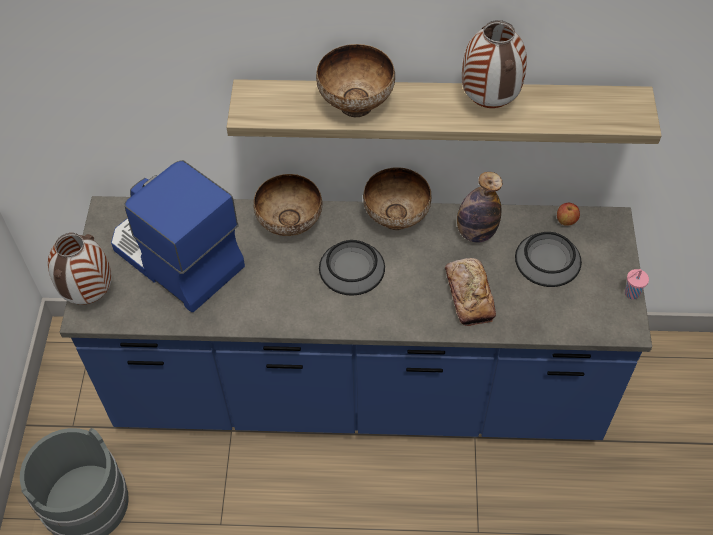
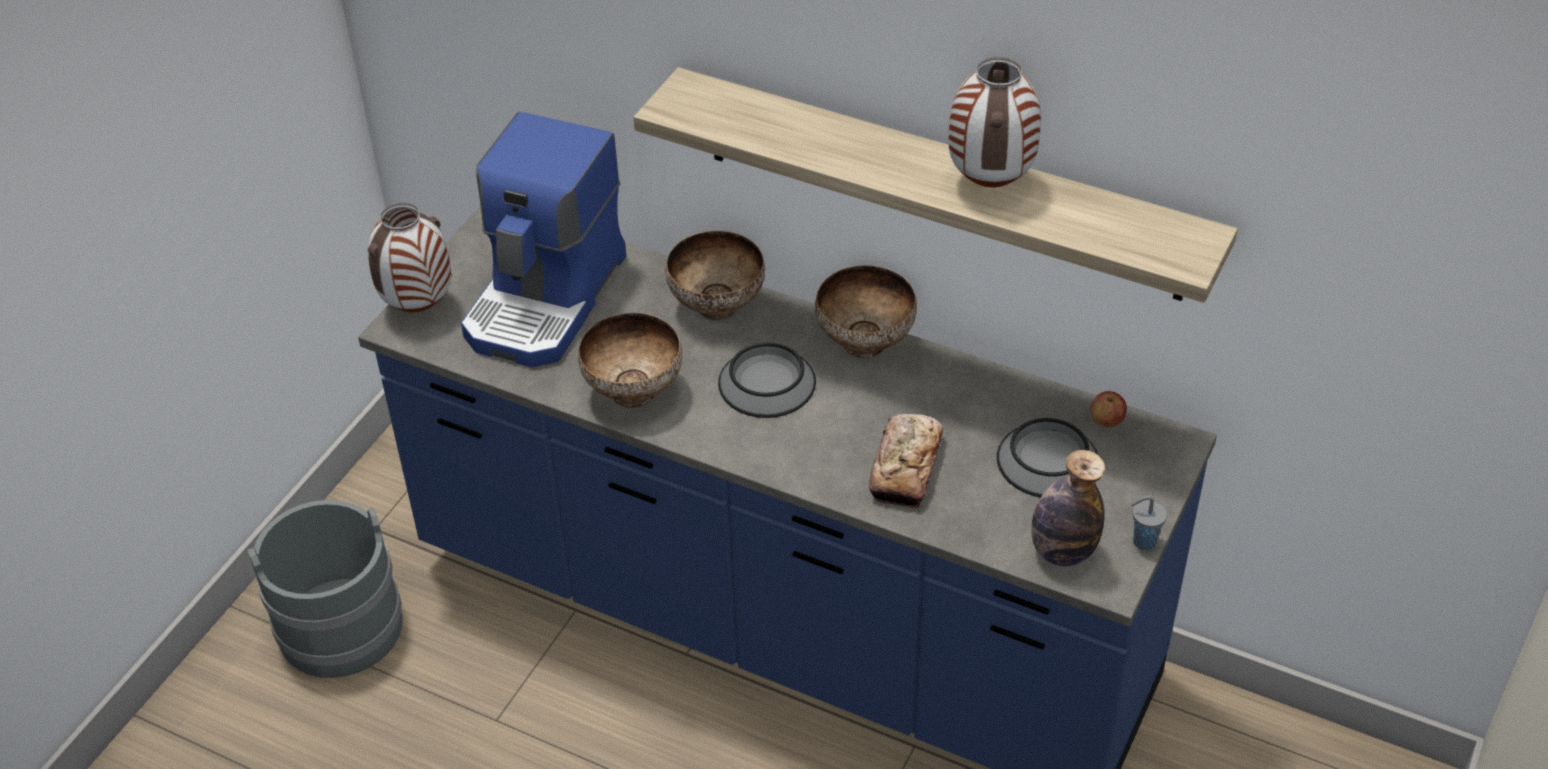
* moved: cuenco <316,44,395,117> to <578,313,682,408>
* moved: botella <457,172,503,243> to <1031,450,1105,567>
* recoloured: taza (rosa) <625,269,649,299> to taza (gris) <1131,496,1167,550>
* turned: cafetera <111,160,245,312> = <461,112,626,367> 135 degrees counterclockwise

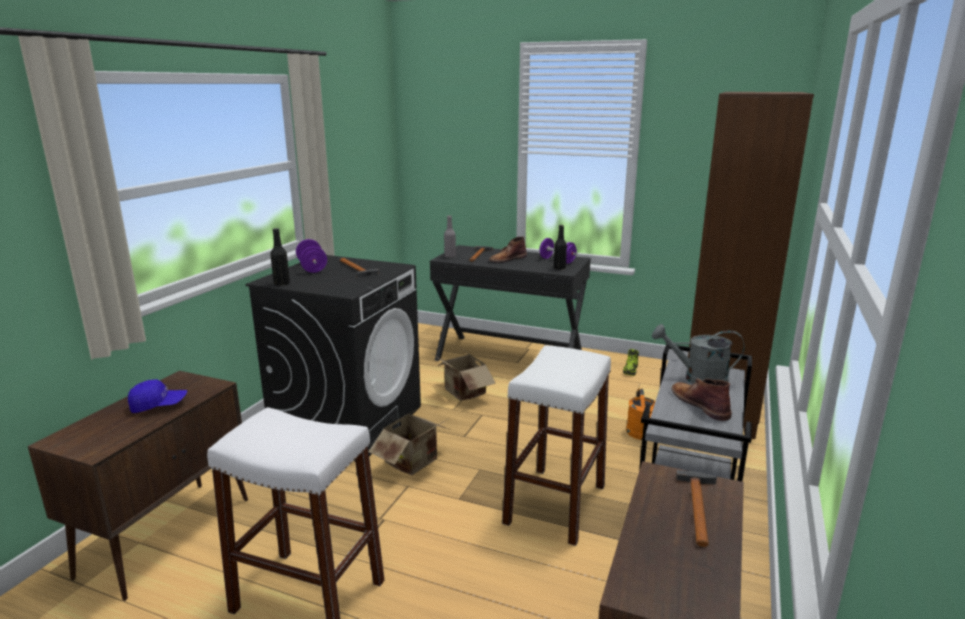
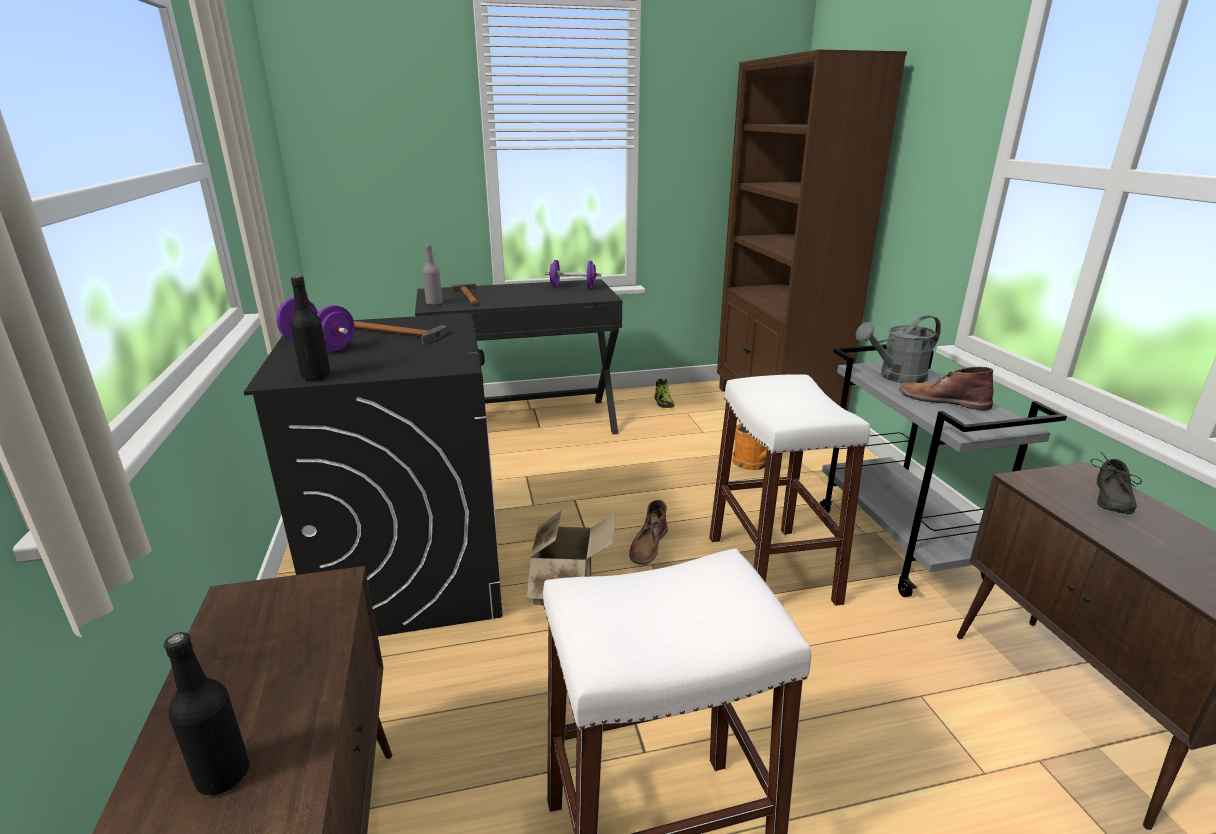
* removed: gorra (azul) <128,379,187,413>
* removed: caja de cartón <434,347,496,401>
* moved: bota (marrón) <489,237,527,263> to <629,500,668,565>
* moved: botella (negro) <554,225,567,270> to <164,632,250,795>
* replaced: martillo <676,470,717,547> to zapato (gris) <1090,452,1142,514>

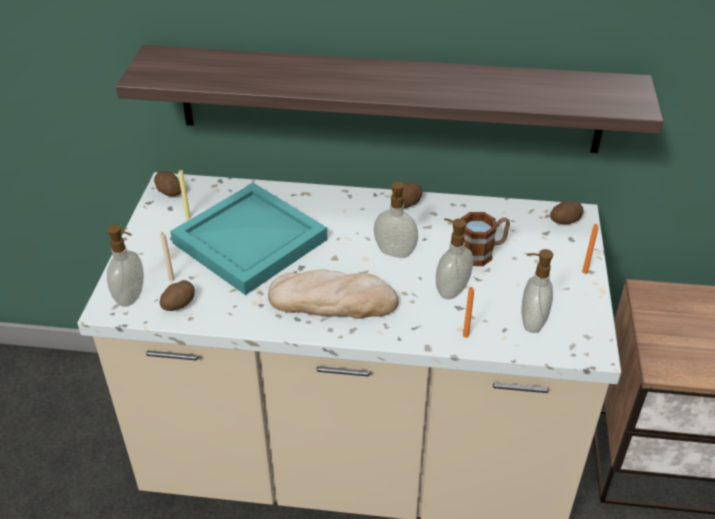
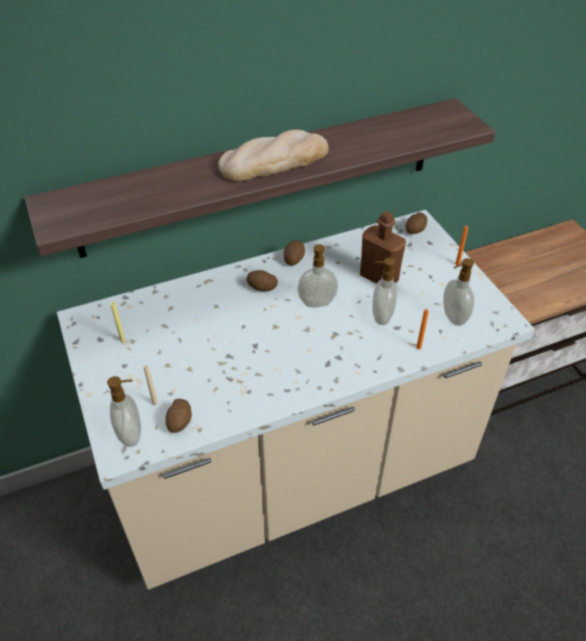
* removed: bandeja (turquesa) <170,183,327,295>
* moved: patata <154,171,181,196> to <246,270,278,291>
* moved: pan <268,269,399,319> to <218,129,329,181>
* replaced: taza grande <461,212,510,266> to botella (marrón) <360,211,406,284>

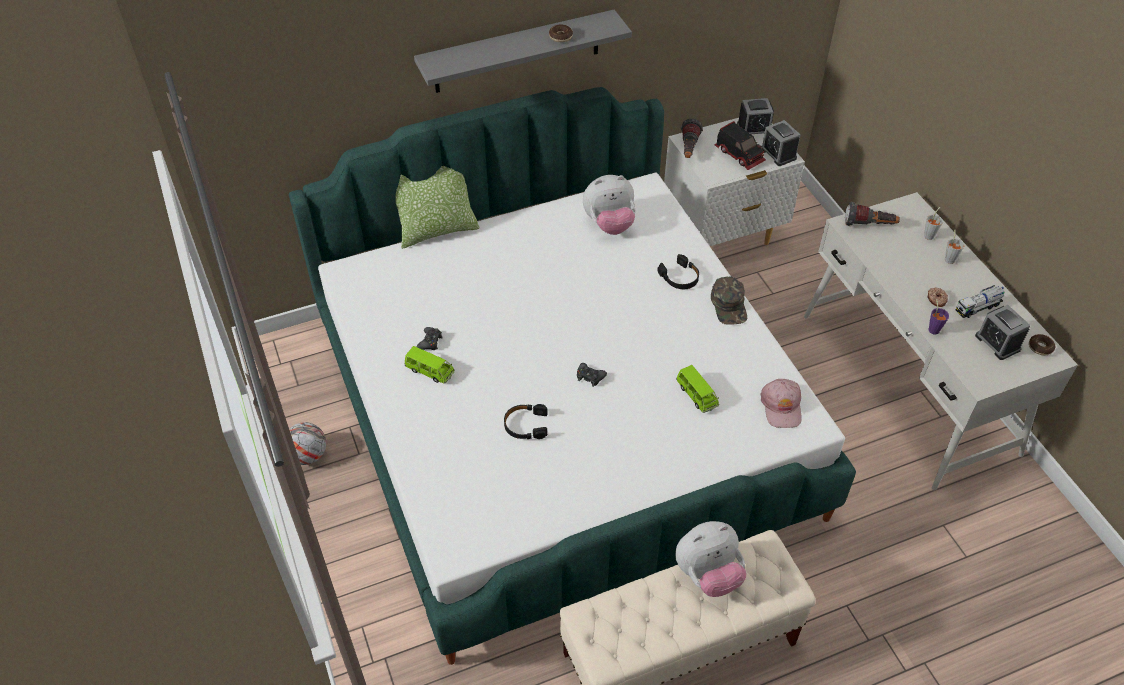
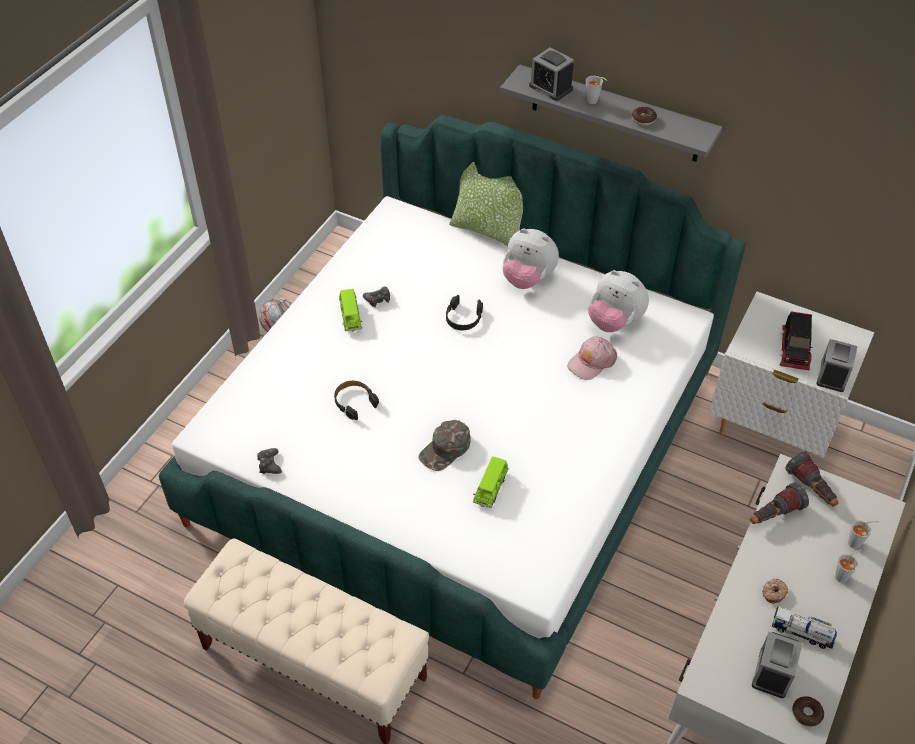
* removed: taza (morado) <928,299,949,335>
* added: taza (gris) <586,76,608,104>
* moved: mando de consola (negro) <577,363,607,387> to <257,448,282,474>
* moved: auriculares (negro) <658,254,699,289> to <446,295,483,330>
* moved: peluche <675,521,746,597> to <502,228,559,289>
* moved: linterna <681,119,703,158> to <750,482,809,524>
* moved: gorra (verde) <711,277,747,325> to <419,420,471,471>
* moved: despertador <737,98,774,134> to <529,47,574,101>
* moved: gorra (rosa) <760,379,802,428> to <567,336,617,380>

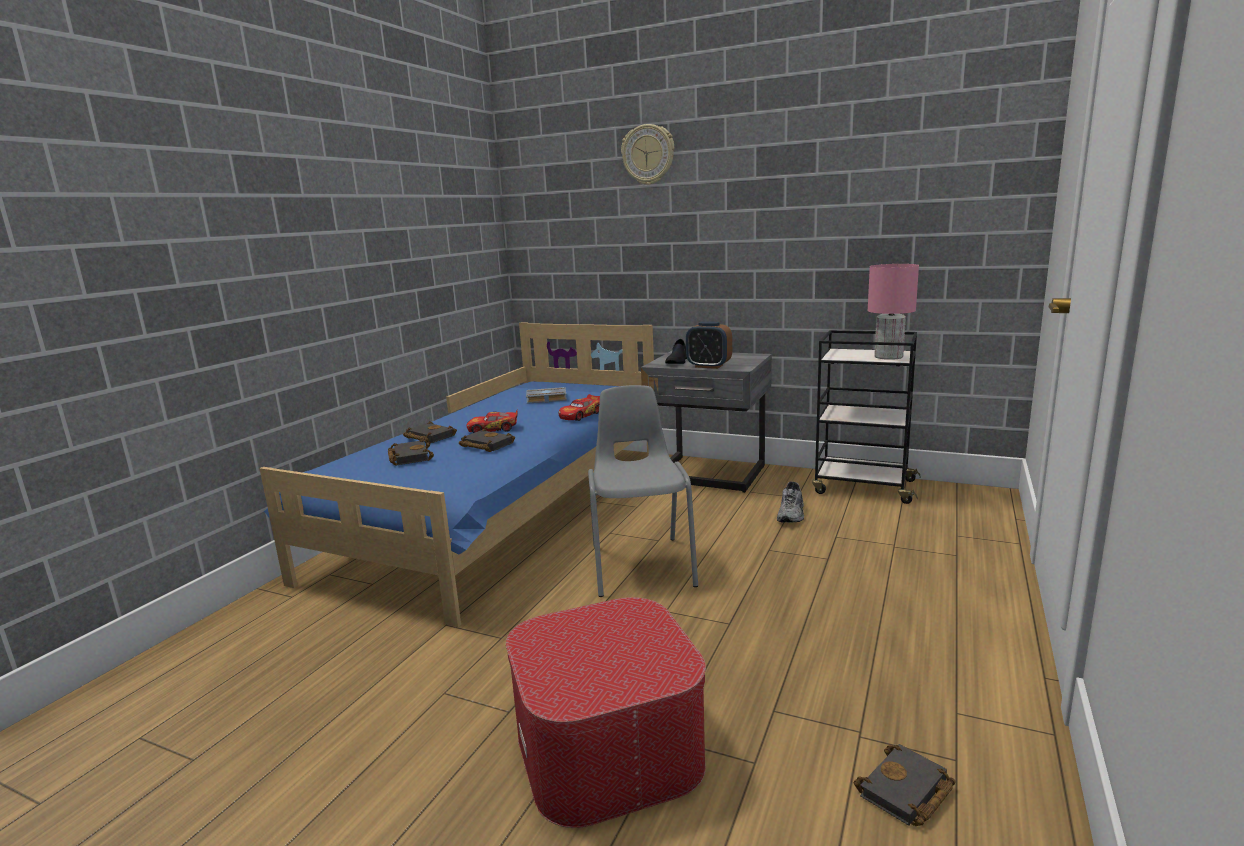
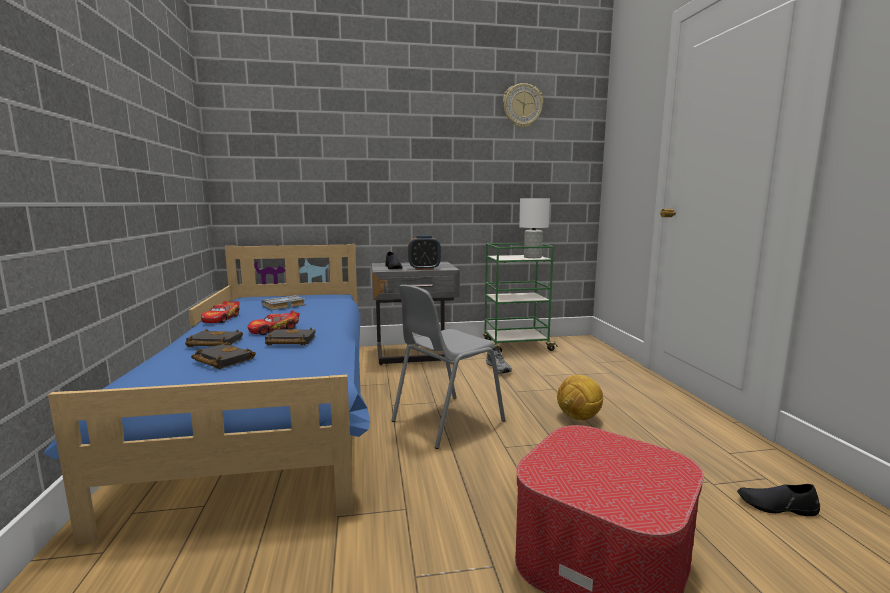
* added: balón de fútbol <557,375,603,420>
* moved: coche de juguete <559,394,600,421> to <201,301,240,323>
* moved: reloj de pared <621,124,674,185> to <503,83,543,128>
* replaced: libro (negro) <854,744,956,826> to zapato (negro) <737,484,820,516>
* recoloured: carrito (negro) <812,330,921,504> to carrito (verde) <483,243,558,352>
* recoloured: lámpara de mesa (rosa) <868,264,919,360> to lámpara de mesa (blanco) <519,198,550,258>
* turned: silla (gris) <588,385,698,597> = <391,285,505,449> 90 degrees counterclockwise

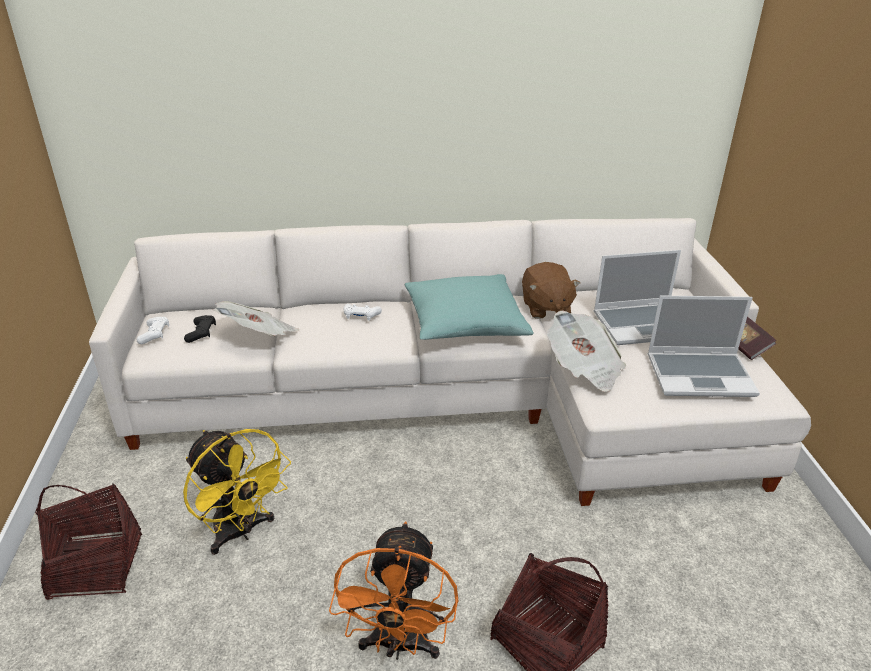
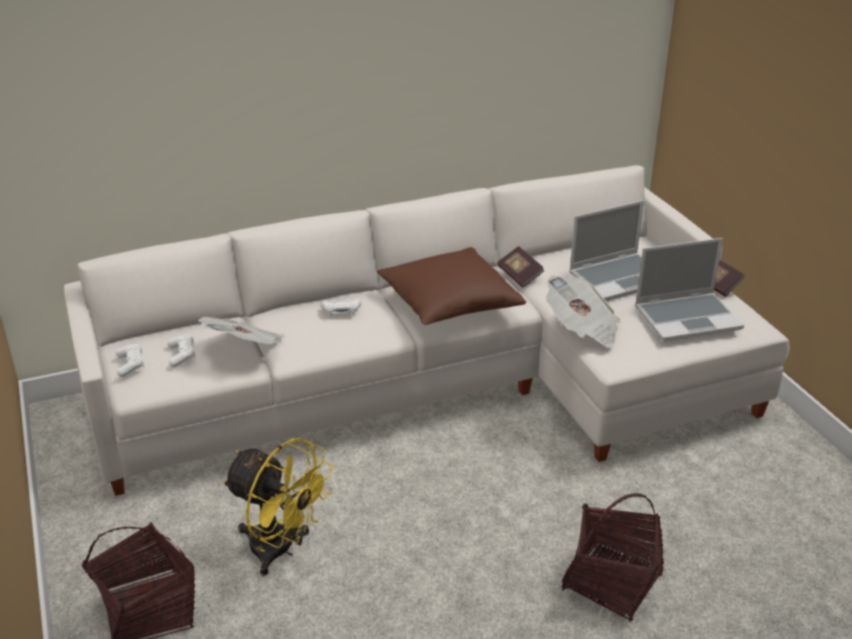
* removed: ventilador (naranja) <329,522,458,660>
* replaced: peluche (marrón) <522,262,580,319> to libro <497,246,545,288>
* recoloured: mando de consola (negro) <184,315,216,343> to mando de consola (blanco) <167,335,195,367>
* recoloured: cojín (turquesa) <405,274,534,340> to cojín (marrón) <377,247,526,325>

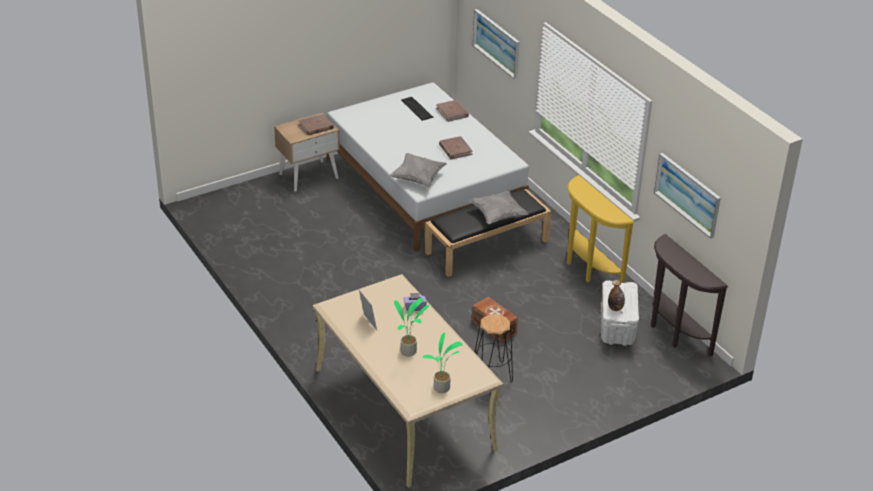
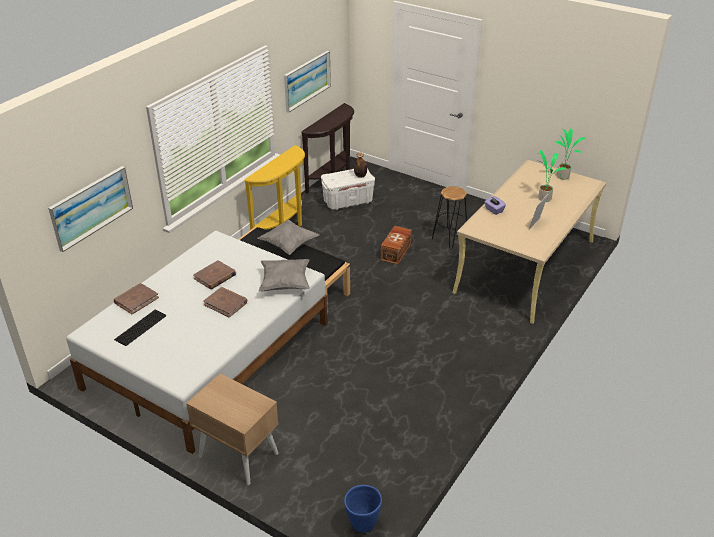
* added: maceta (azul) <344,485,382,533>
* moved: libro (marrón) <298,114,334,135> to <203,287,247,318>

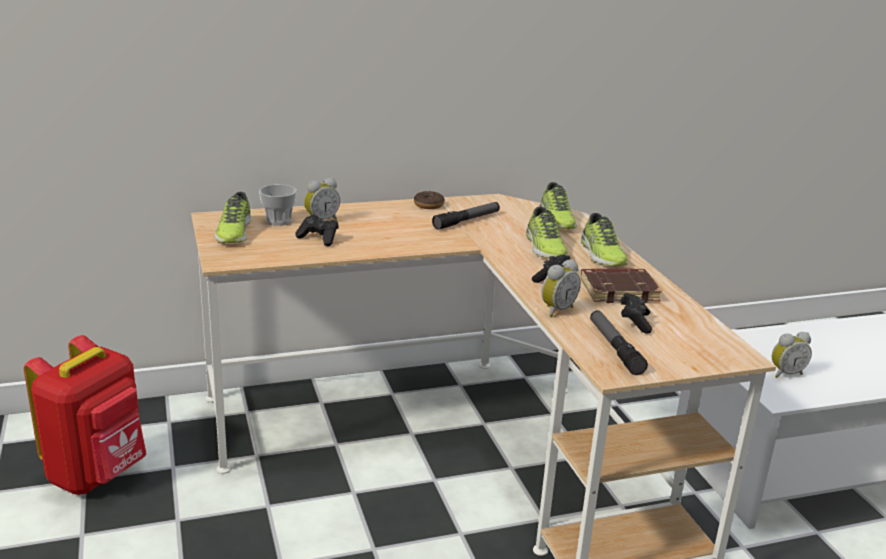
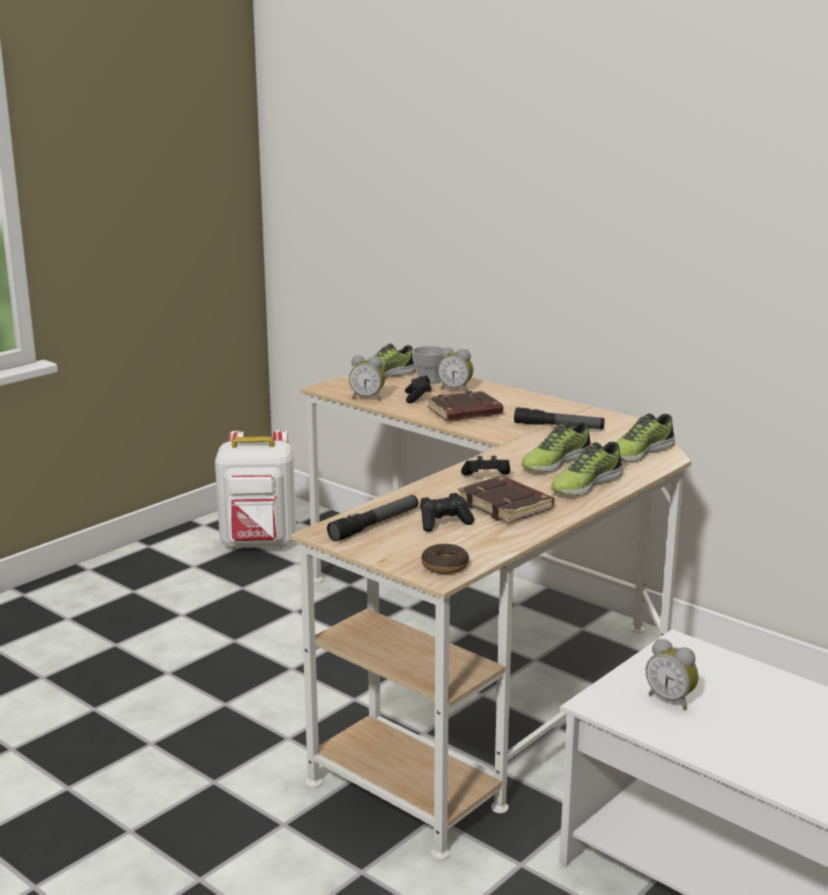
* added: libro (marrón) <427,391,503,421>
* moved: rosquilla <414,191,445,209> to <421,543,469,574>
* moved: despertador <541,259,581,317> to <349,355,385,401>
* recoloured: mochila (rojo) <24,335,146,495> to mochila (blanco) <215,430,296,549>

